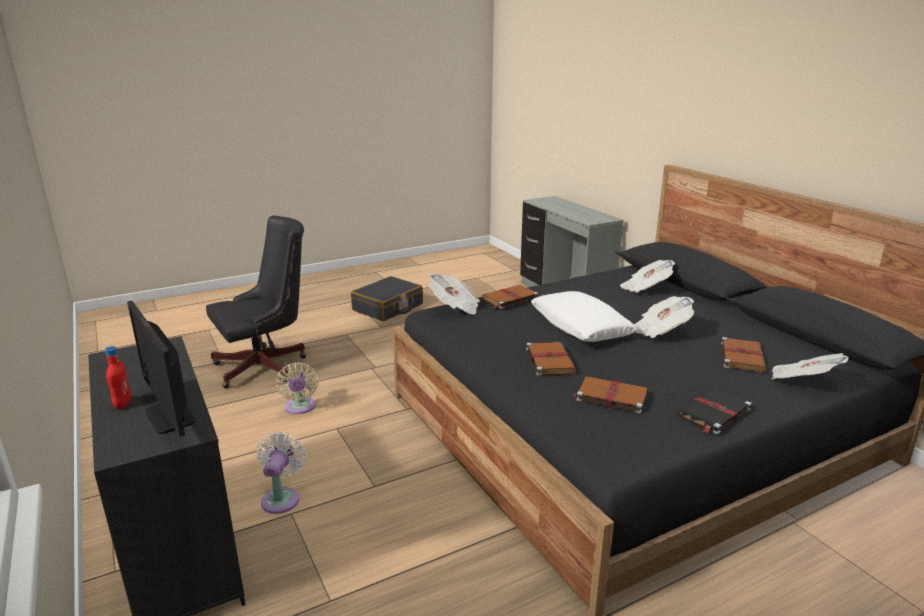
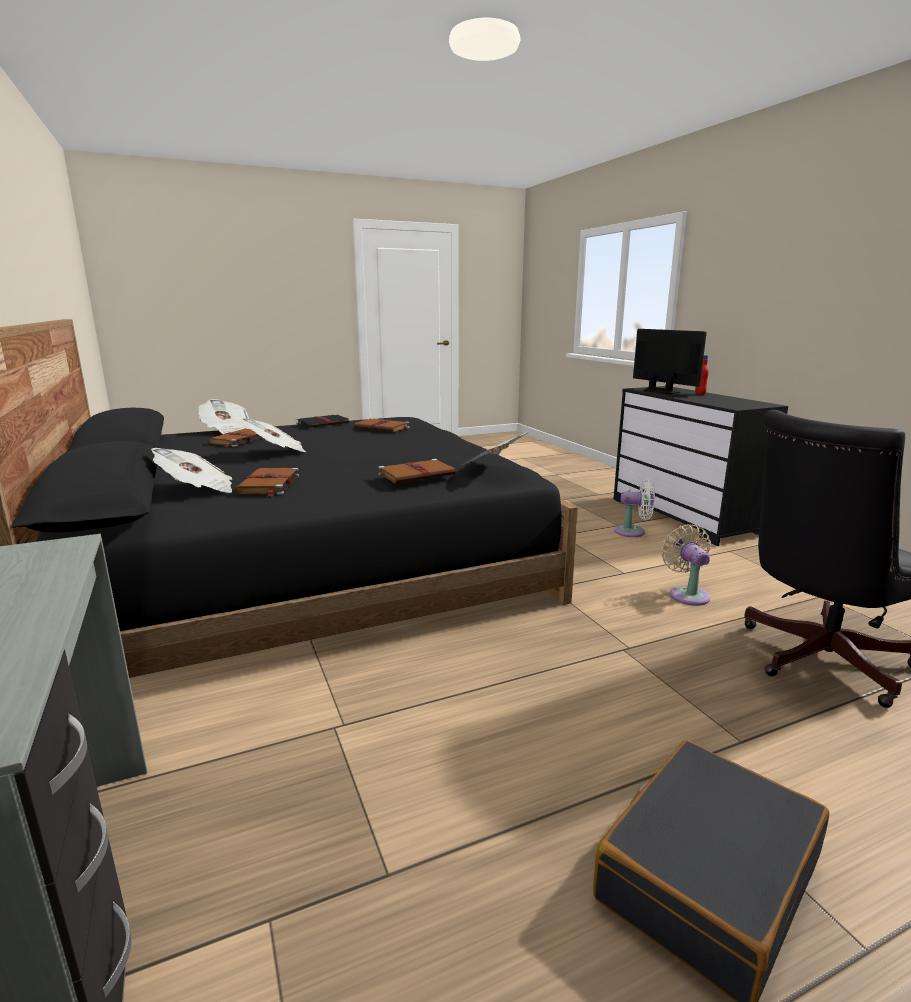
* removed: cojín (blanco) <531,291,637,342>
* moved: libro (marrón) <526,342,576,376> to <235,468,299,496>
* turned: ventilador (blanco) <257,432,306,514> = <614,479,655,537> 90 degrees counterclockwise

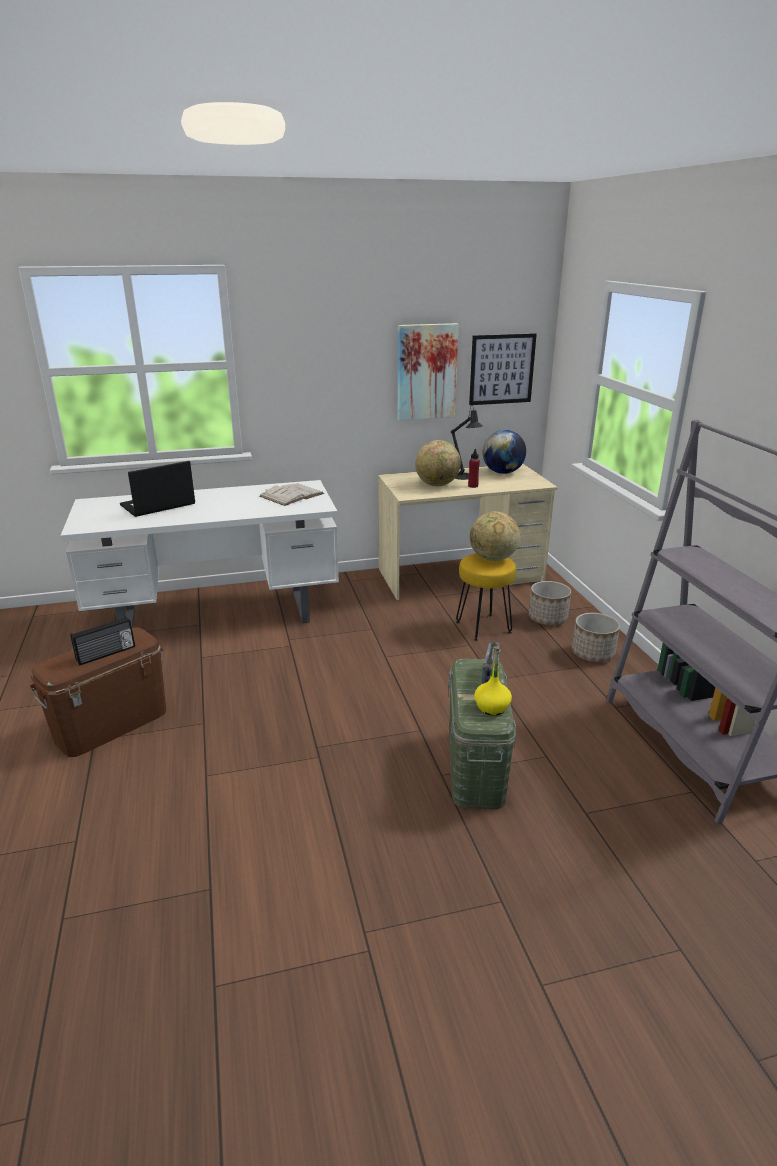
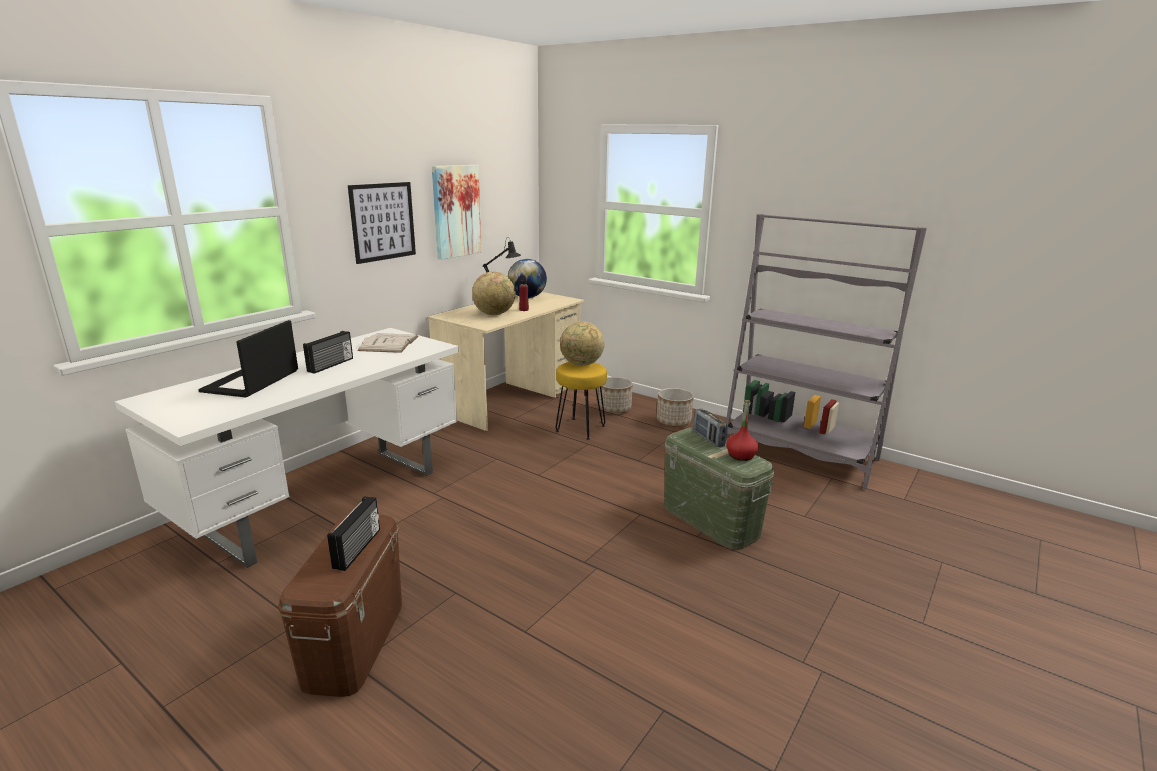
* added: radio <303,331,353,374>
* moved: cuadro <469,333,537,405> to <348,182,416,264>
* recoloured: botella (amarillo) <474,646,512,715> to botella (rojo) <726,400,759,461>

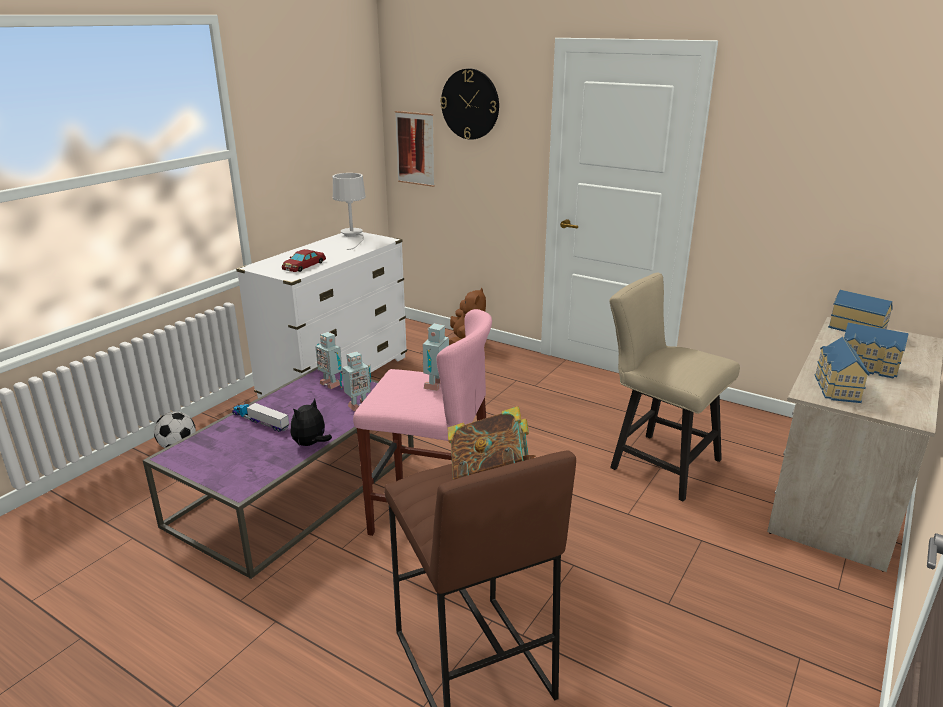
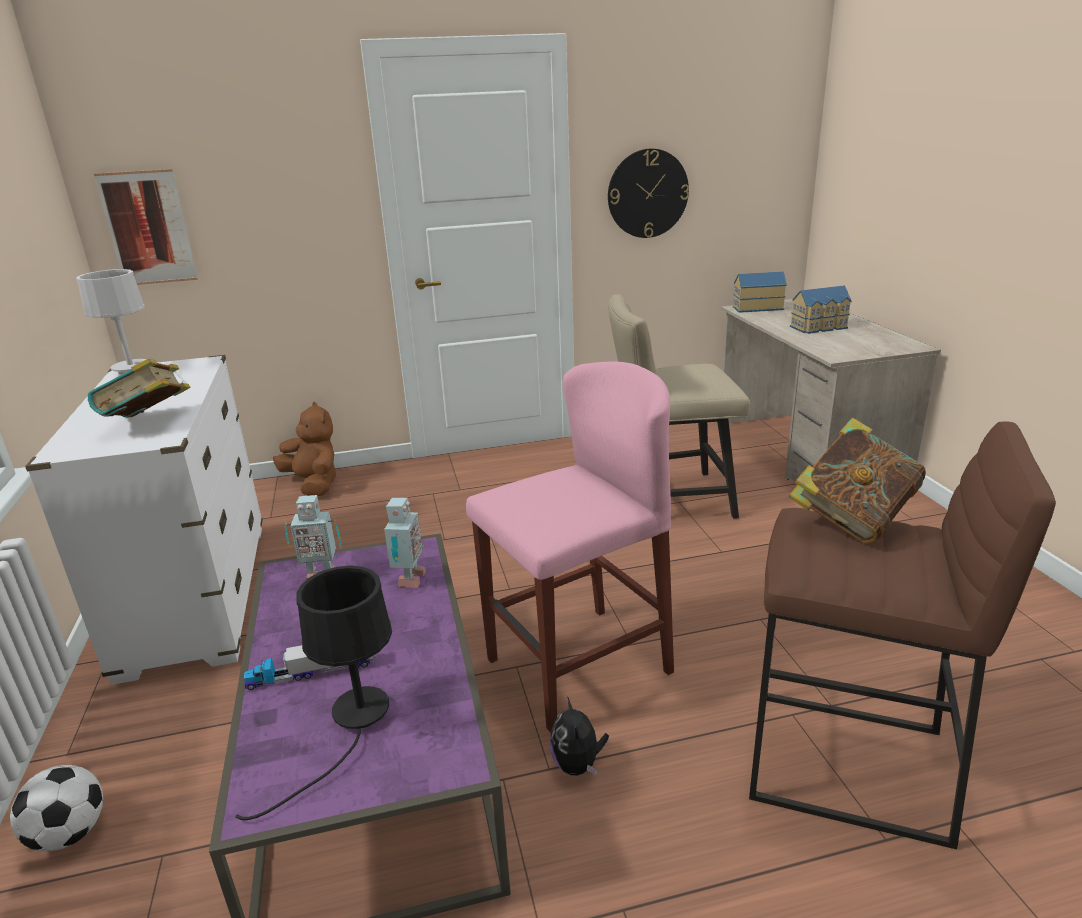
* removed: robot de juguete <423,323,449,391>
* removed: casita <815,337,870,403>
* added: lámpara de mesa (negro) <235,565,392,820>
* moved: peluche <291,398,332,446> to <550,697,609,776>
* moved: reloj de pared <440,69,499,140> to <608,149,689,238>
* replaced: coche de juguete (rojo) <282,249,326,272> to libro <88,358,191,417>

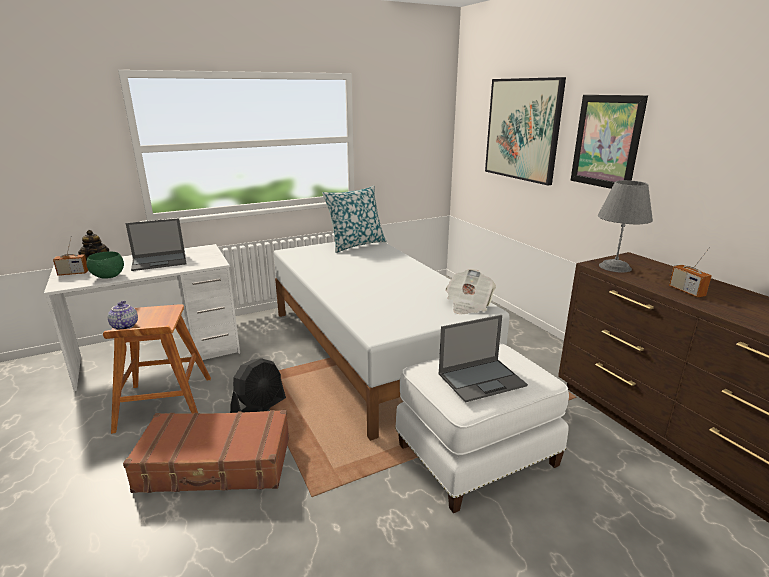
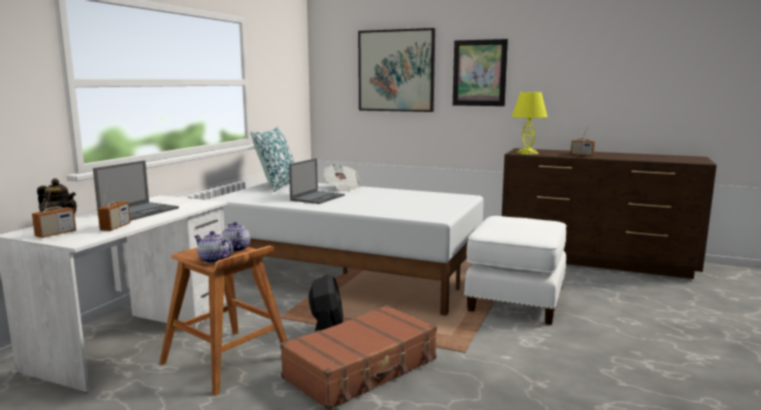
* added: tetera <221,222,250,252>
* moved: portátil <439,315,528,402> to <289,158,345,204>
* moved: periódico <446,269,496,314> to <324,164,360,192>
* replaced: cuenco (verde) <86,252,124,279> to radio <97,179,130,231>
* recoloured: lámpara de mesa (gris) <598,180,653,273> to lámpara de mesa (amarillo) <512,92,547,154>

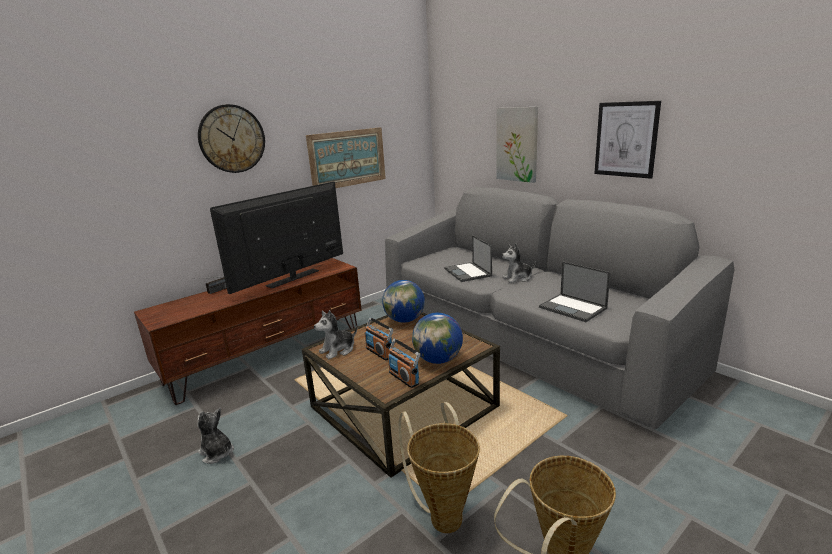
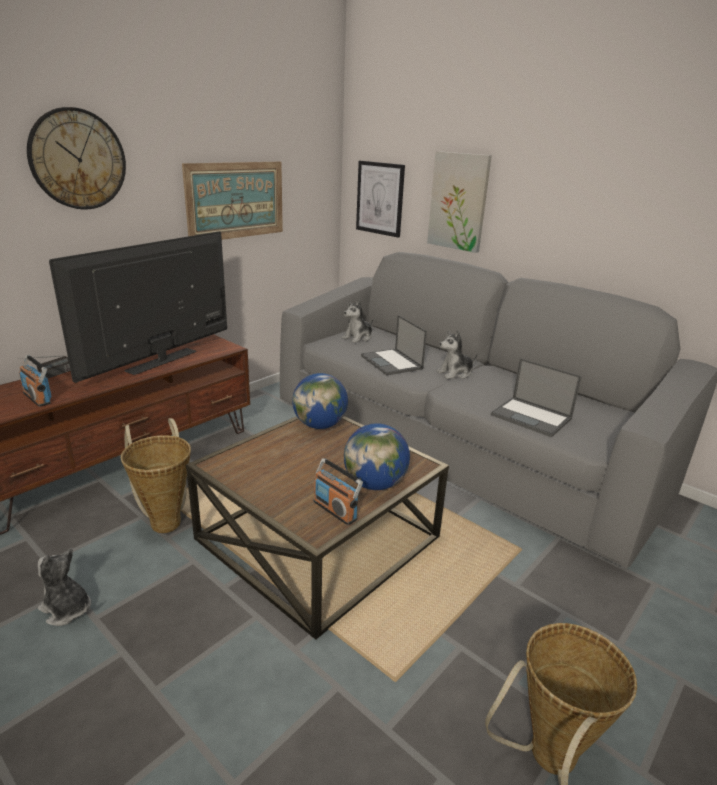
* moved: peluche <314,310,357,359> to <342,299,374,343>
* moved: radio <365,317,393,361> to <19,355,51,407>
* moved: cesta <398,402,480,533> to <121,418,191,533>
* moved: cuadro <594,101,661,179> to <356,161,405,238>

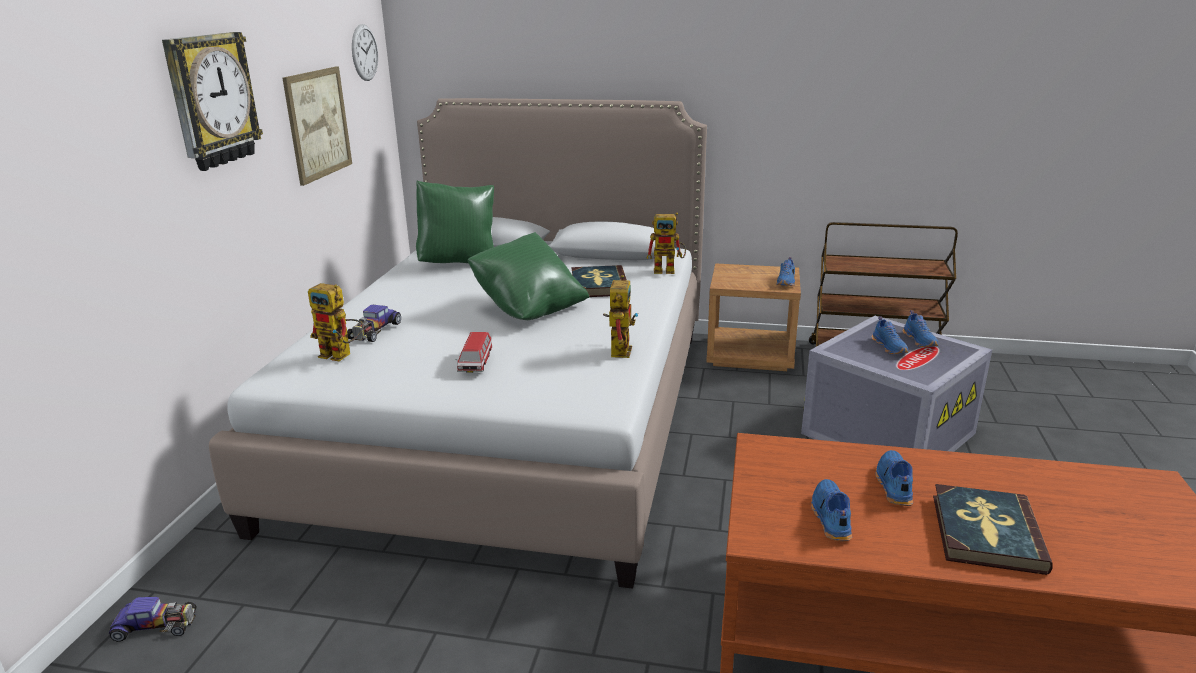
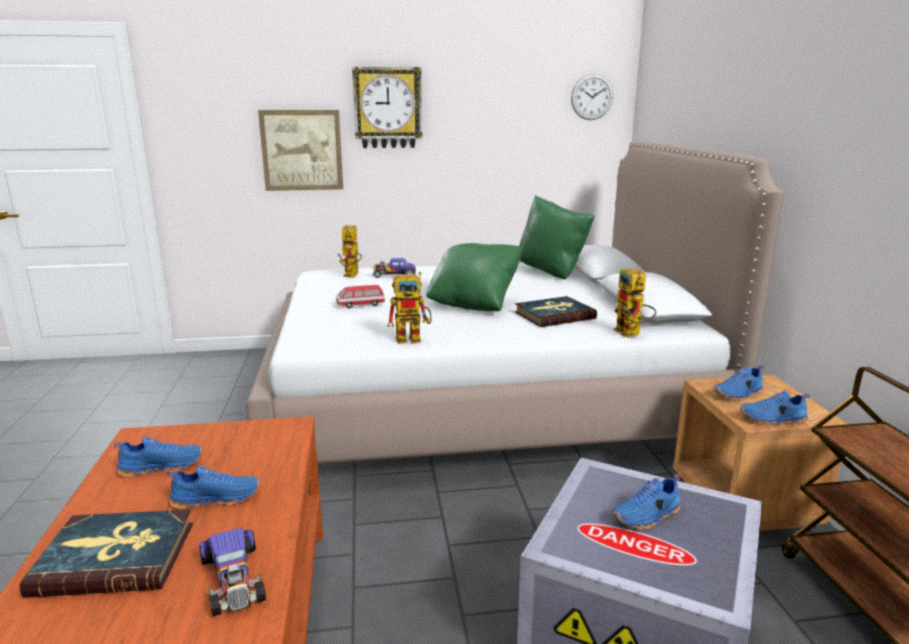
* moved: coche de juguete <109,597,197,642> to <199,528,266,616>
* moved: cuadro <282,67,352,186> to <258,110,343,191>
* moved: zapato (azul) <903,310,938,347> to <714,365,763,401>

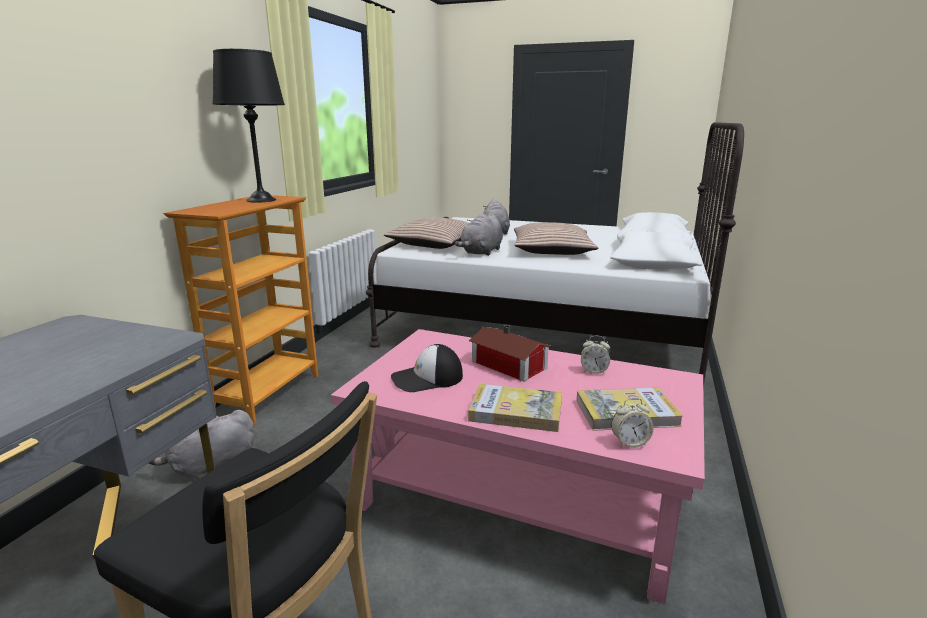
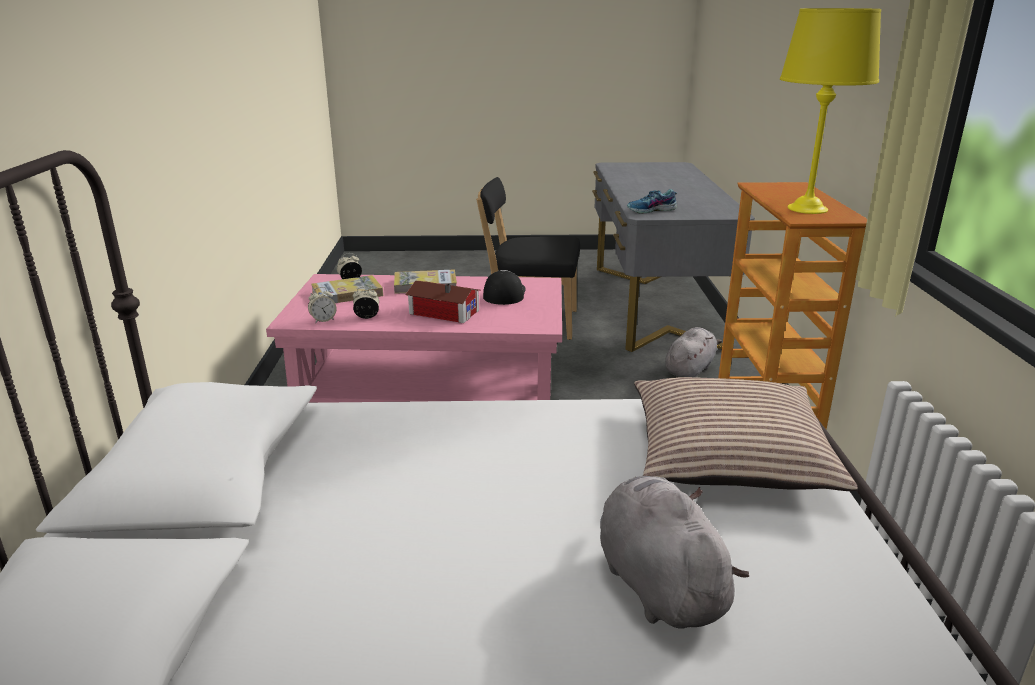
* removed: peluche (gris) <455,213,503,256>
* removed: cojín <514,222,598,255>
* added: despertador <308,287,336,324>
* added: zapato <627,189,677,214>
* recoloured: lámpara de mesa (negro) <213,49,285,203> to lámpara de mesa (amarillo) <780,8,881,214>
* turned: gorra <391,344,463,392> = <483,270,526,305> 45 degrees counterclockwise

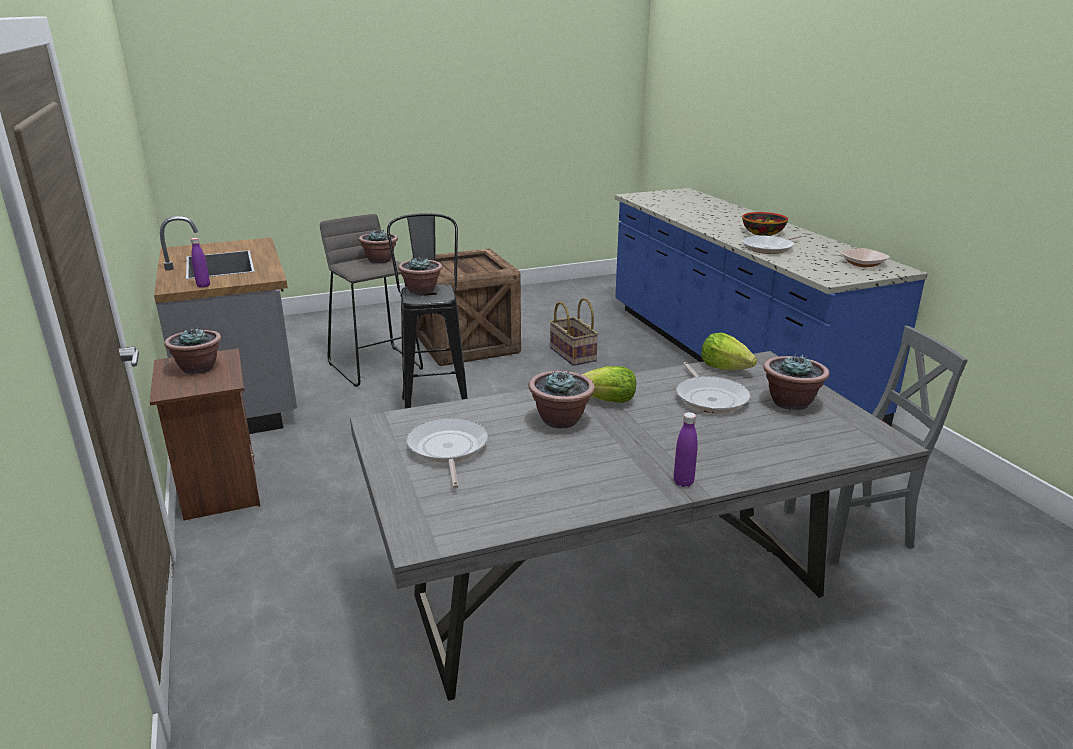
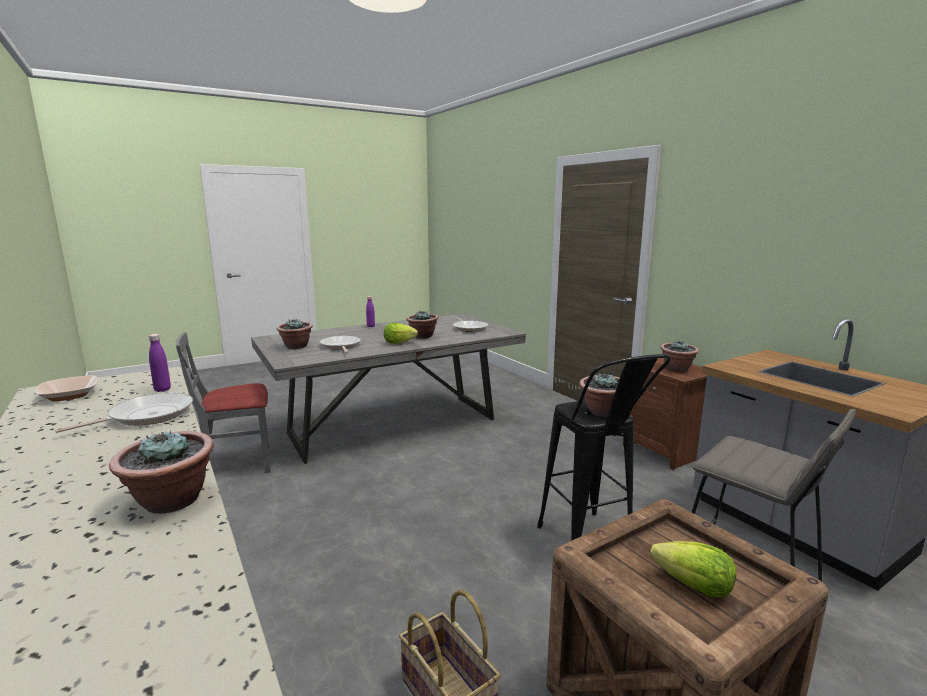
* removed: cuenco <742,212,788,236>
* moved: botella (morado) <191,238,210,288> to <149,334,171,392>
* moved: planta en maceta <359,229,398,263> to <109,431,214,514>
* moved: lechuga <701,332,757,371> to <650,541,736,597>

